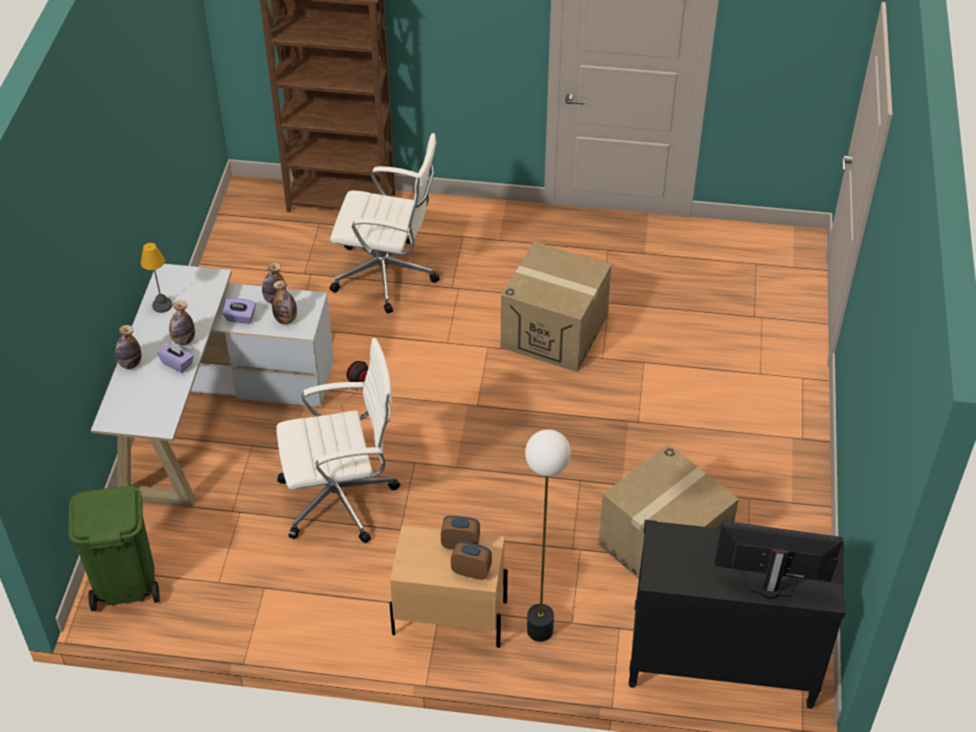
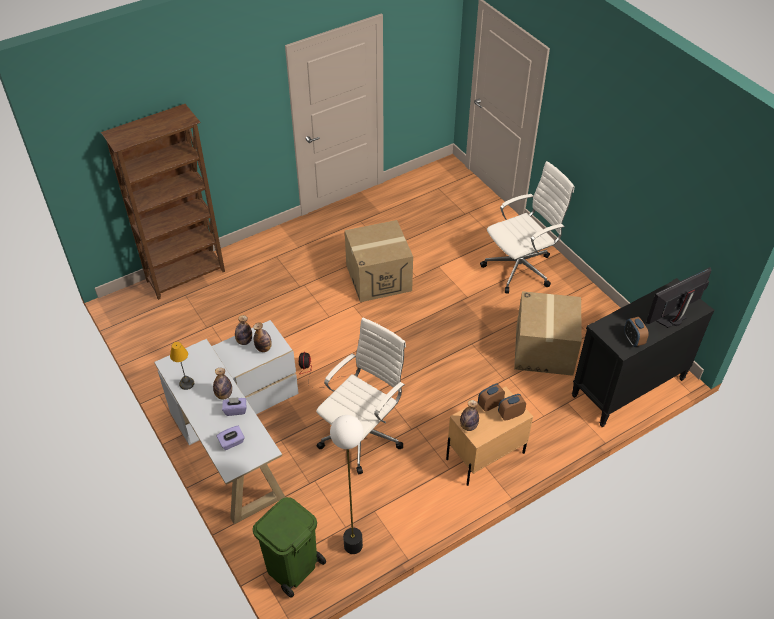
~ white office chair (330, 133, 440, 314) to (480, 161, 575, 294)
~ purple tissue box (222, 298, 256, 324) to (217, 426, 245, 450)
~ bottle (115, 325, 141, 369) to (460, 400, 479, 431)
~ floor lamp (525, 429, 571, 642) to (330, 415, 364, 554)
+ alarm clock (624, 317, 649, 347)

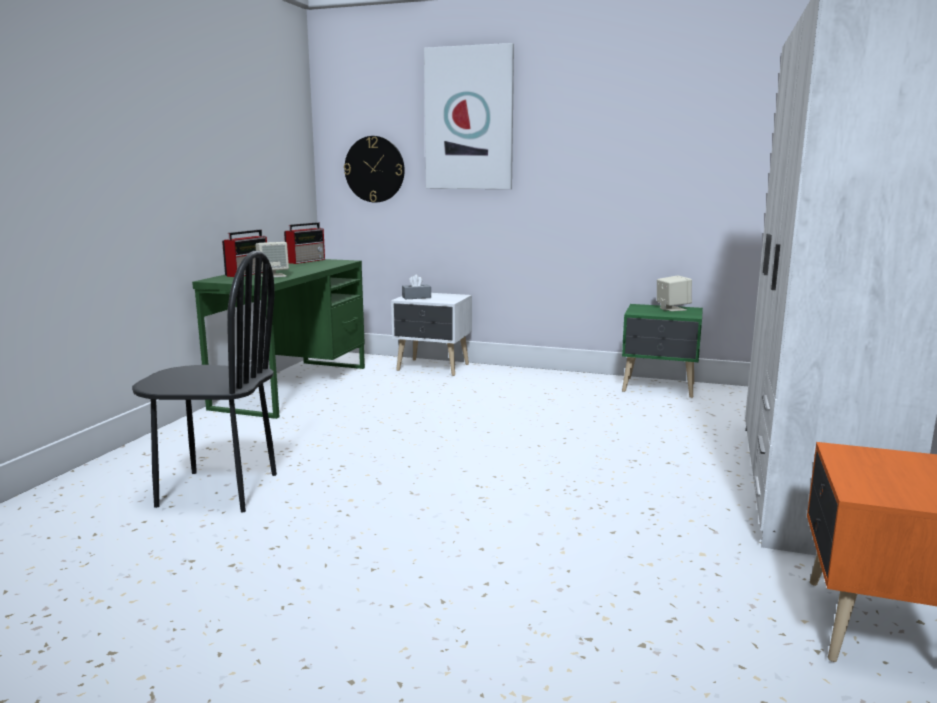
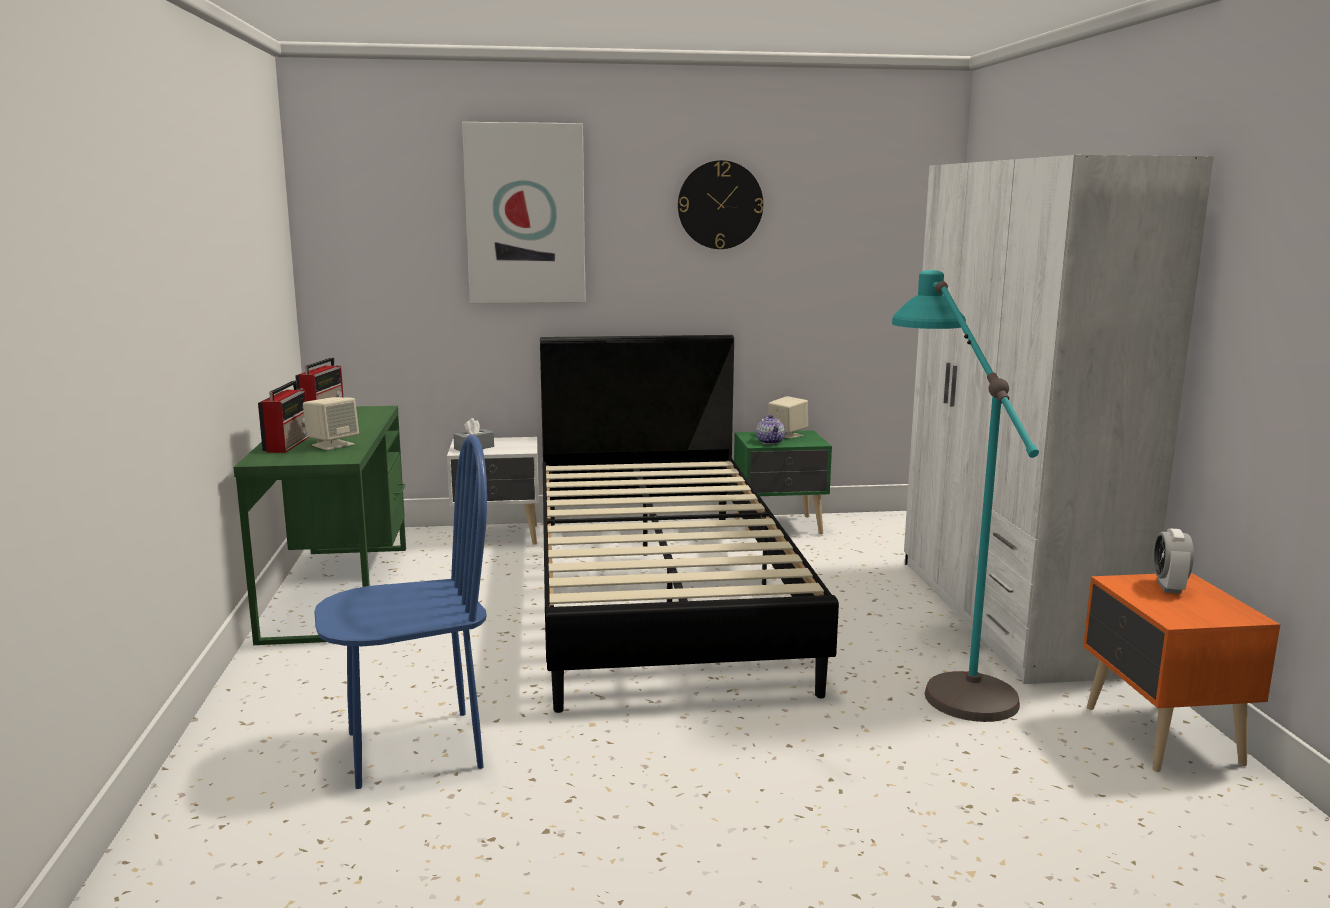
~ wall clock (344, 136, 405, 203) to (678, 160, 763, 249)
~ black chair (132, 251, 277, 513) to blue chair (314, 435, 487, 789)
+ turquoise floor lamp (892, 270, 1039, 722)
+ black bed (540, 335, 839, 713)
+ teapot (756, 415, 785, 445)
+ alarm clock (1153, 528, 1194, 594)

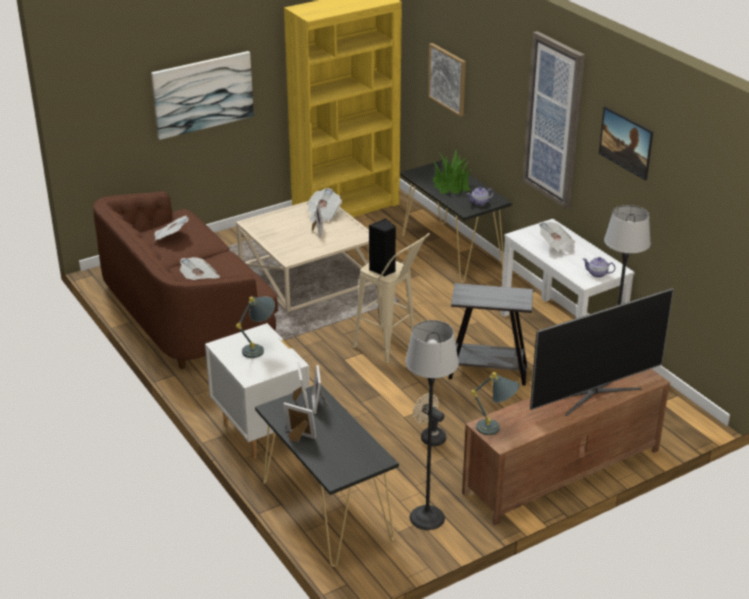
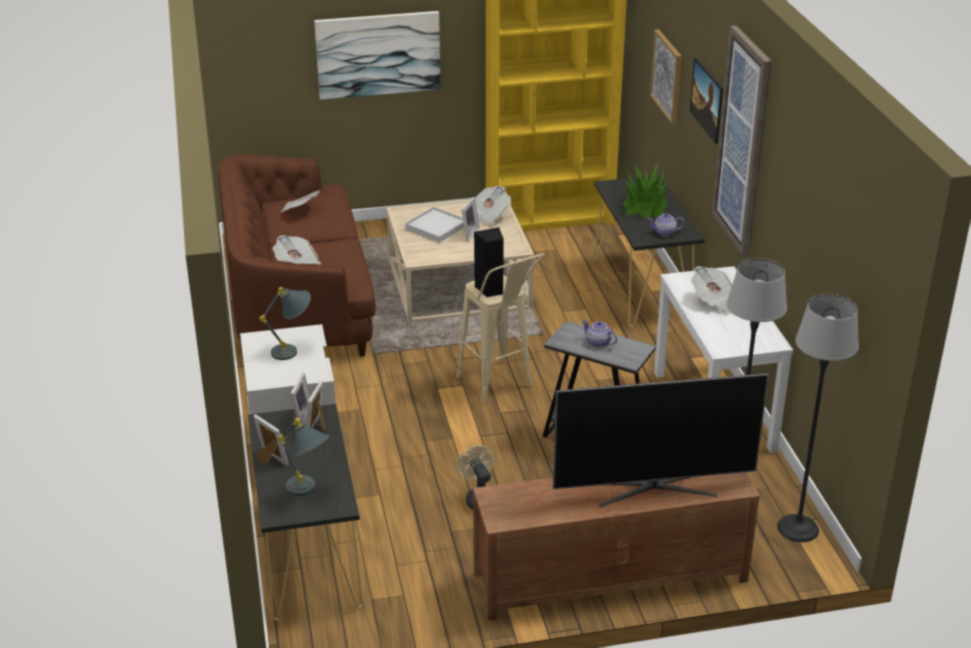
~ picture (599, 107, 653, 180) to (690, 58, 723, 144)
~ teapot (583, 257, 615, 278) to (582, 320, 617, 348)
~ floor lamp (405, 320, 459, 530) to (777, 294, 859, 542)
~ grey table lamp (471, 372, 520, 435) to (278, 418, 329, 496)
+ white tray (405, 207, 464, 243)

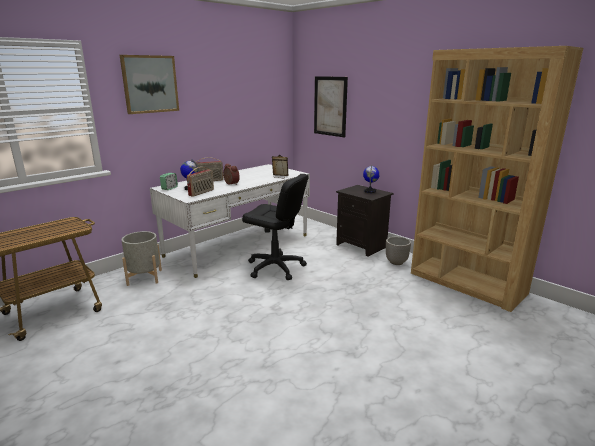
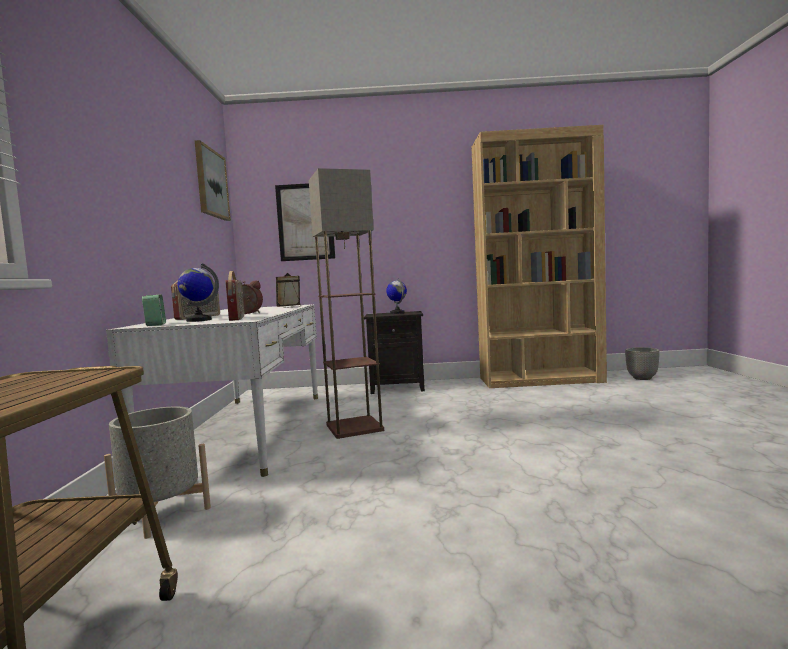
~ picture (120, 55, 179, 114) to (195, 140, 231, 221)
~ black office chair (242, 174, 309, 280) to floor lamp (309, 168, 384, 439)
~ planter (386, 237, 411, 265) to (625, 347, 660, 380)

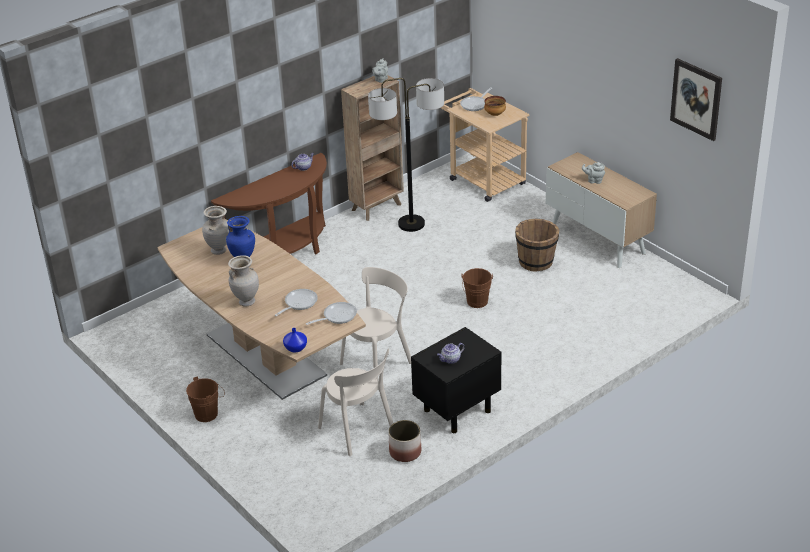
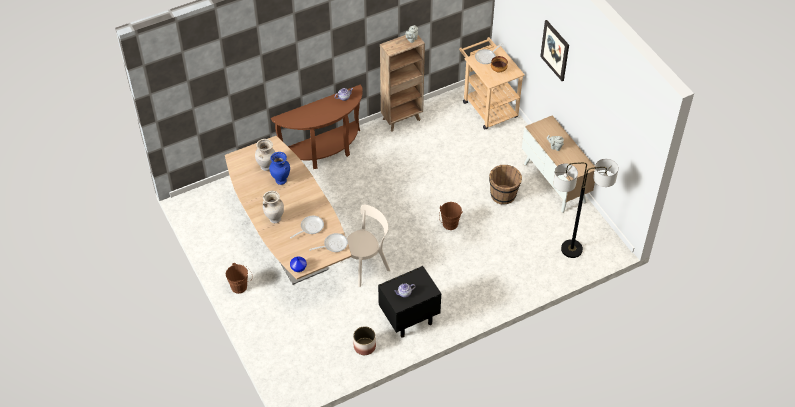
~ picture (670, 58, 722, 141) to (540, 20, 569, 81)
~ floor lamp (368, 78, 444, 232) to (553, 159, 619, 258)
- beige chair (318, 348, 393, 456)

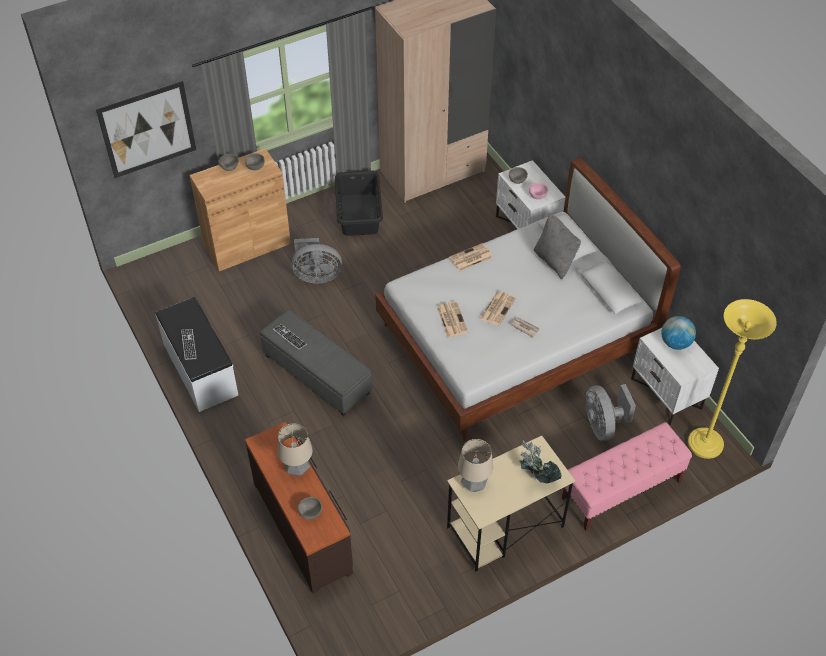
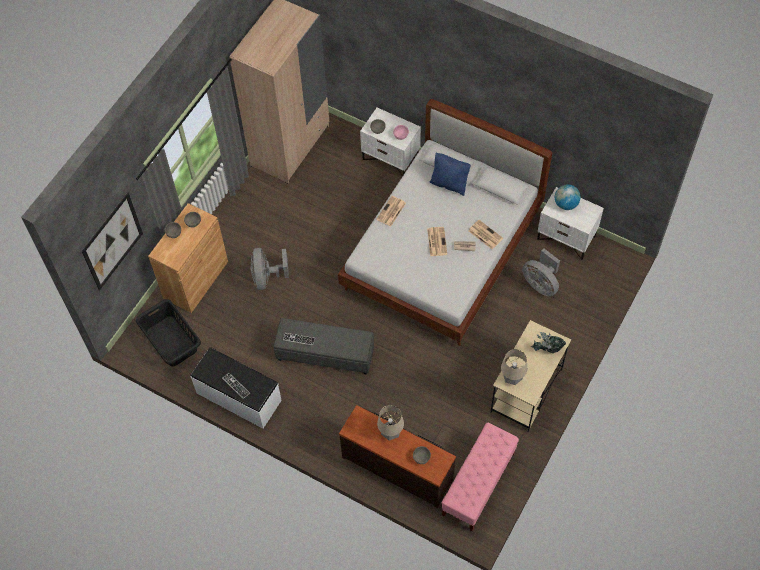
~ black laundry basket (335, 171, 383, 236) to (136, 299, 201, 367)
~ grey pillow (534, 213, 581, 279) to blue pillow (430, 153, 471, 196)
~ grey fan (292, 238, 342, 283) = (250, 248, 289, 290) 120 degrees clockwise
- yellow floor lamp (688, 299, 777, 459)
~ newspaper (437, 301, 468, 337) to (468, 220, 503, 249)
~ pink bench (562, 422, 692, 531) to (442, 423, 519, 531)

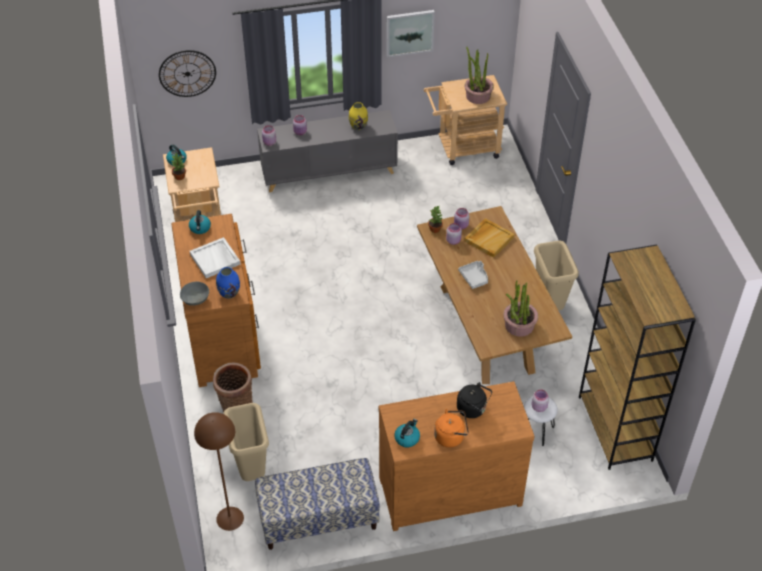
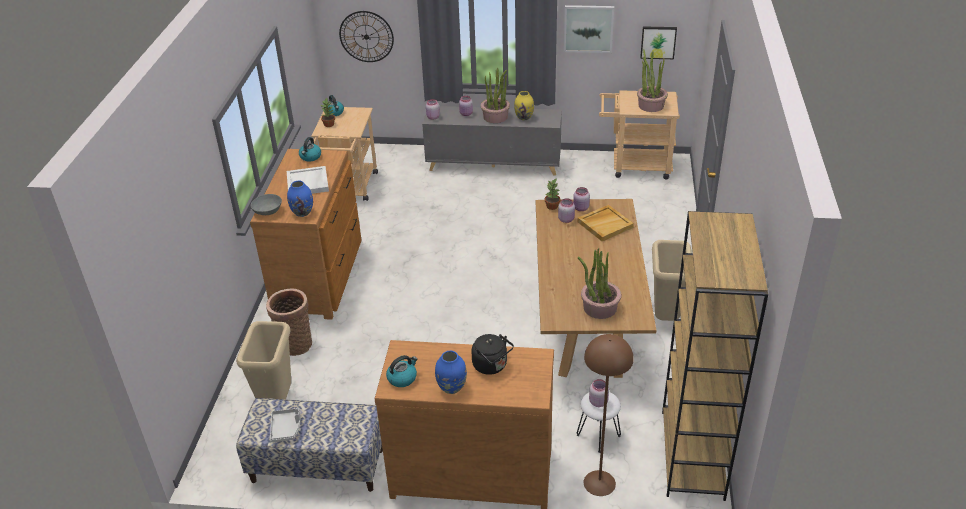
~ grey tray (458, 261, 488, 289) to (270, 408, 301, 442)
~ orange kettle (434, 409, 469, 448) to blue vase (435, 351, 467, 394)
~ brown floor lamp (194, 412, 244, 531) to (584, 334, 634, 496)
+ picture (640, 26, 677, 59)
+ potted plant (481, 68, 510, 123)

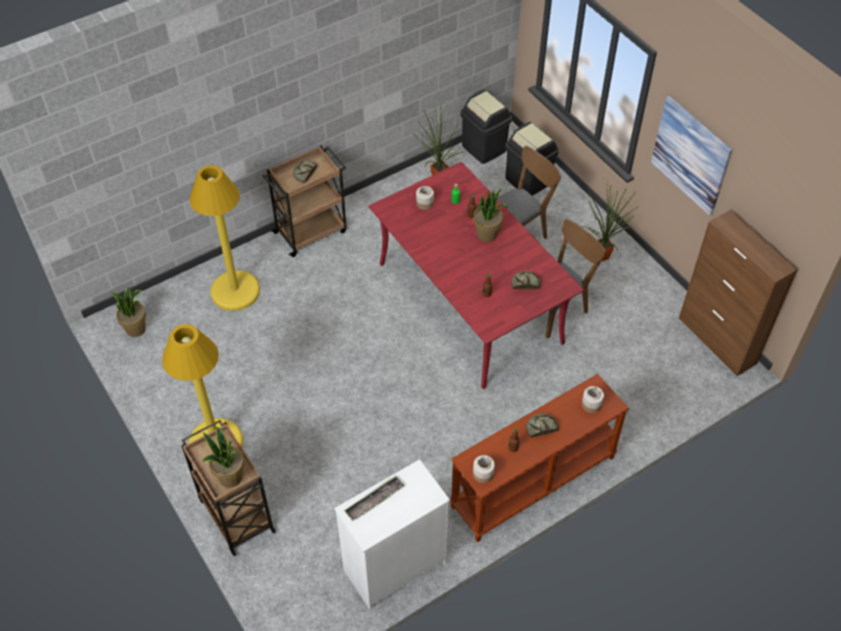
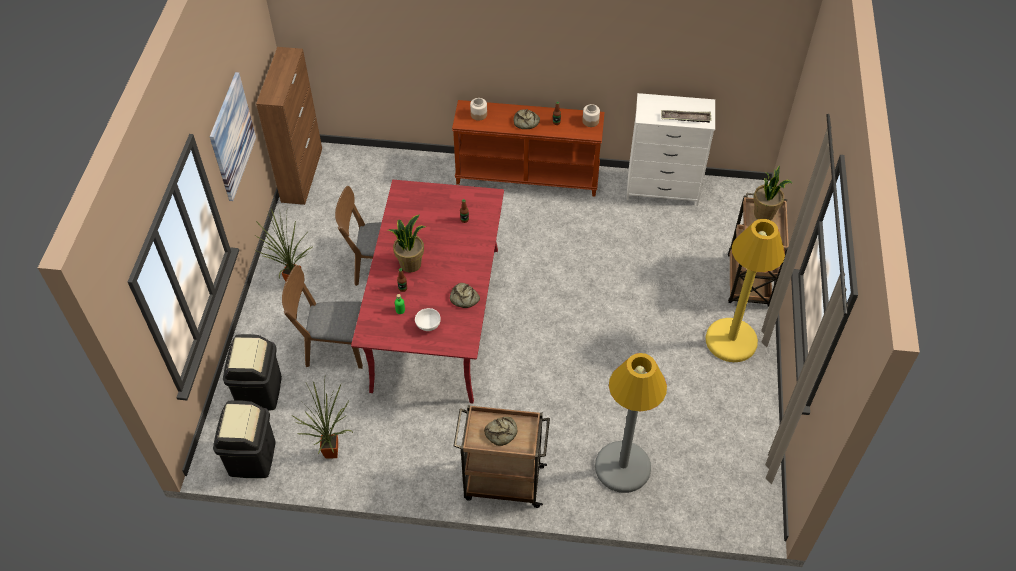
~ yellow floor lamp (189, 165, 260, 311) to grey floor lamp (595, 353, 667, 493)
~ jar (416, 186, 434, 210) to white bowl (415, 308, 441, 331)
~ bread (511, 271, 541, 290) to (450, 283, 480, 308)
- potted plant (110, 287, 146, 337)

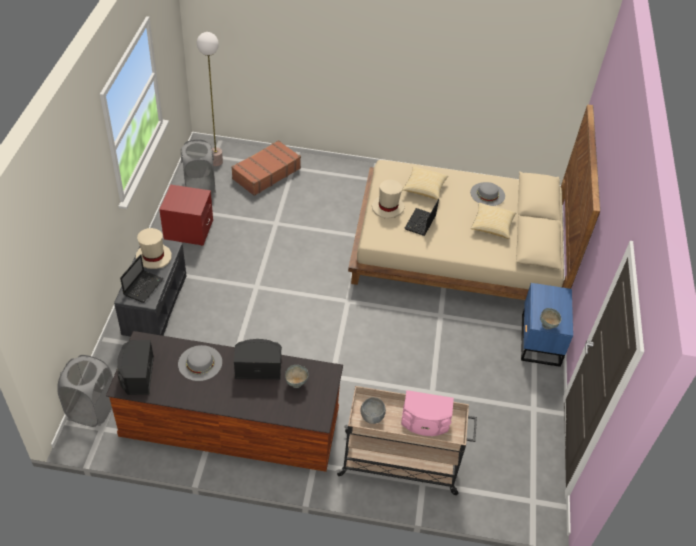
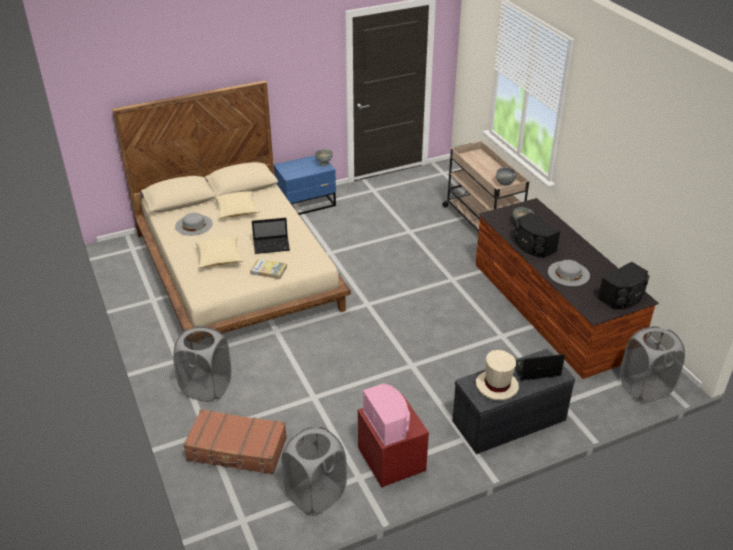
- floor lamp (197, 32, 223, 166)
~ beige hat (372, 180, 405, 219) to book (250, 259, 287, 279)
~ pink speaker (401, 390, 454, 436) to (363, 383, 410, 446)
+ grey laundry basket (173, 326, 231, 402)

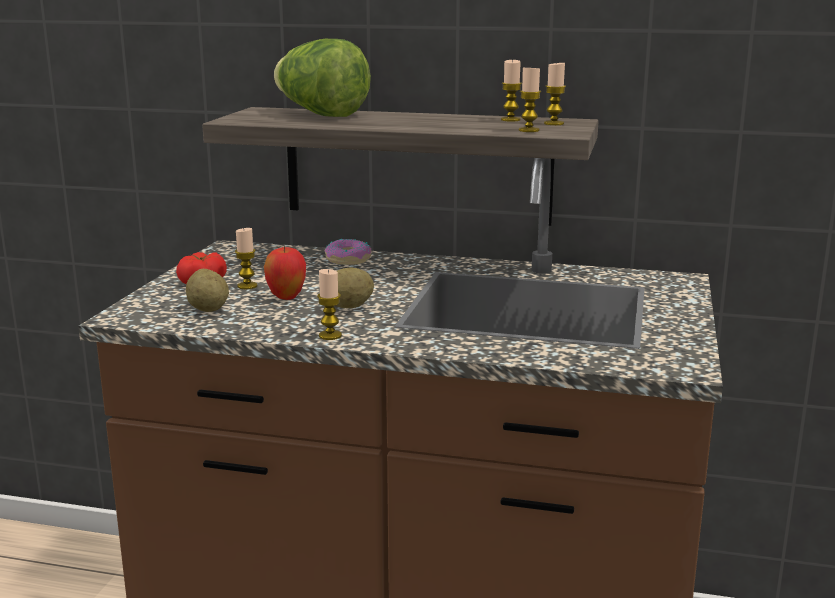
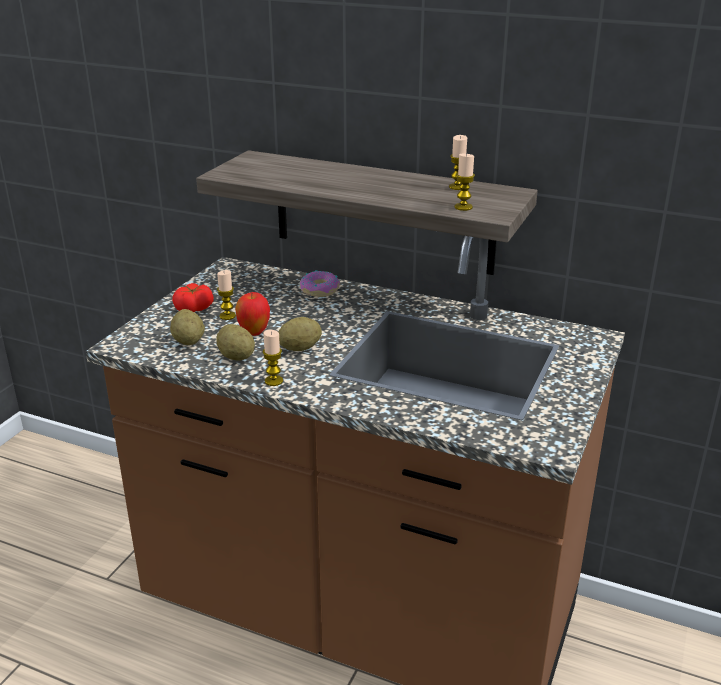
- lettuce (274, 39, 371, 117)
- candle (544, 62, 566, 125)
+ potato (216, 324, 255, 361)

